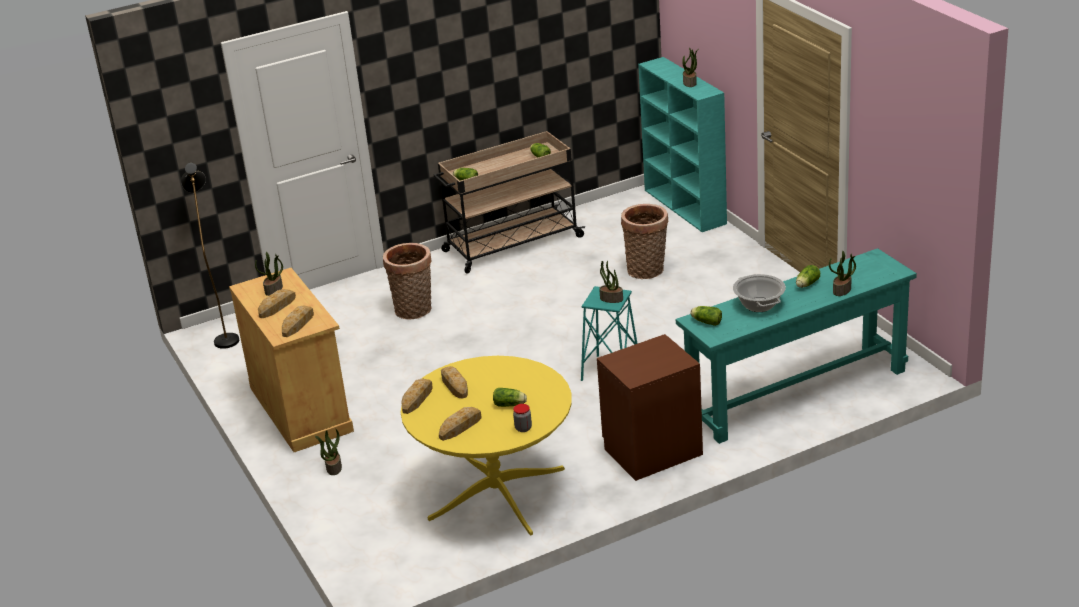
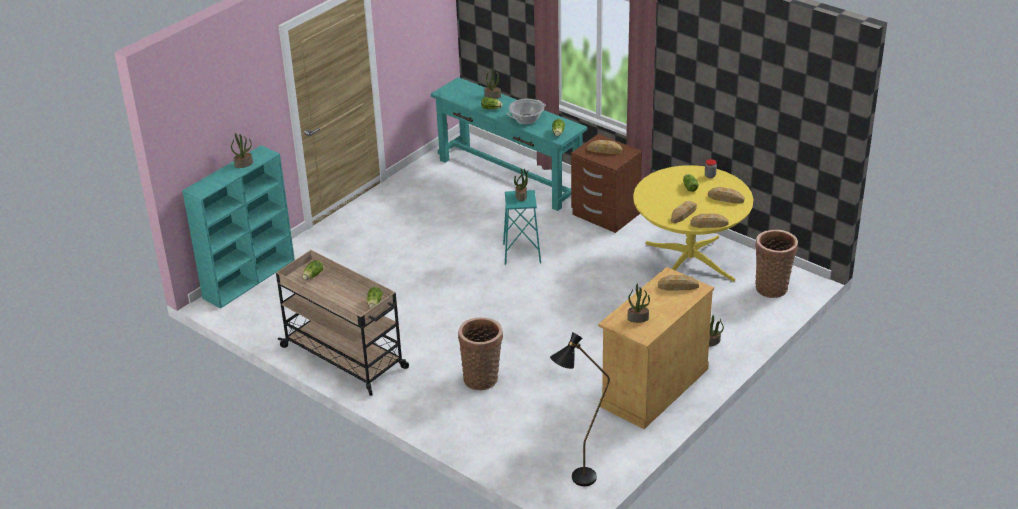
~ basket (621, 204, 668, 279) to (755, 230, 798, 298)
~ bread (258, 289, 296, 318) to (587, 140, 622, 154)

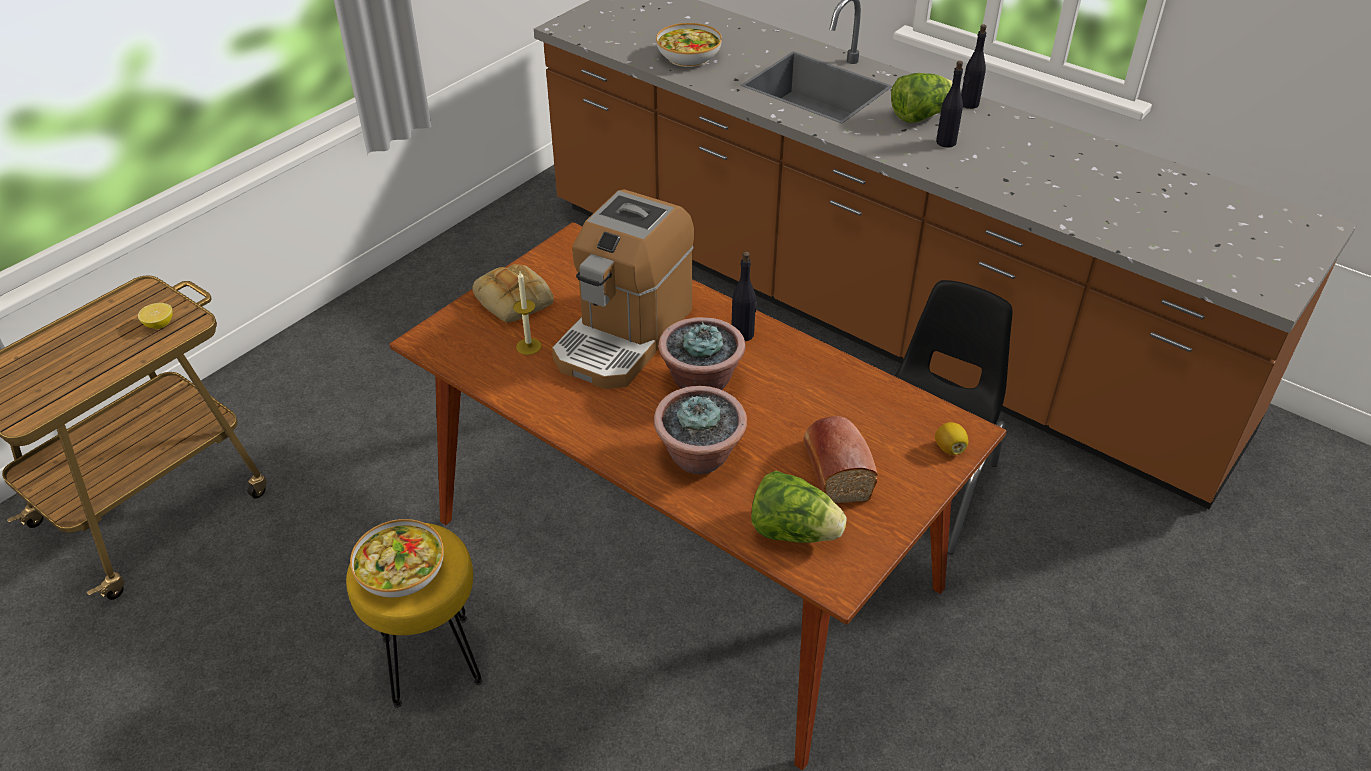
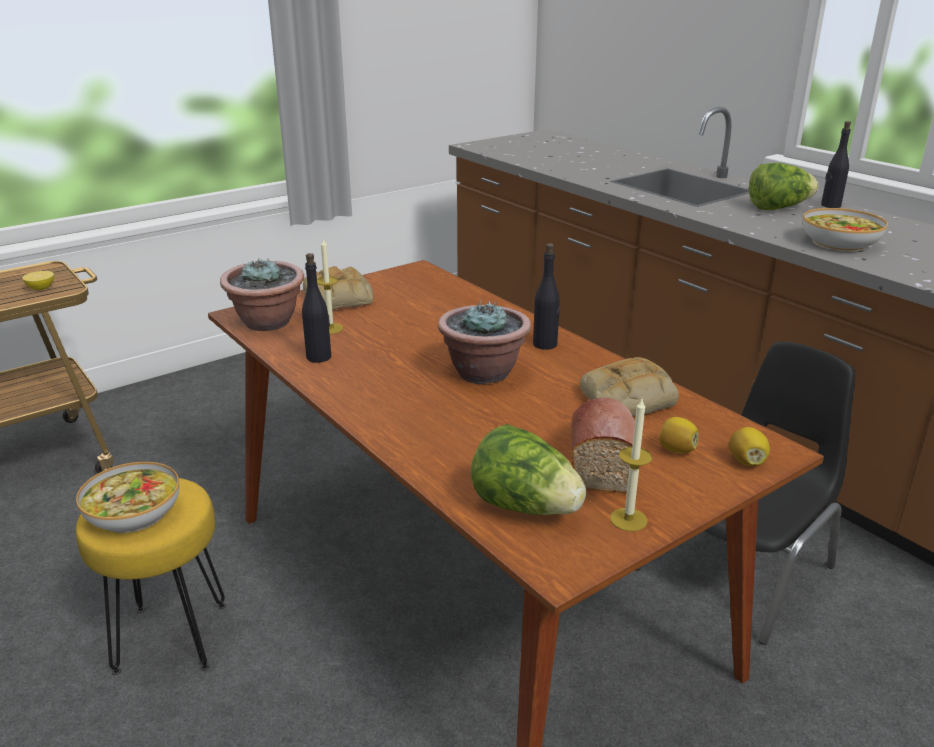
~ bowl (656, 23, 722, 67) to (803, 208, 888, 252)
~ black bottle (936, 61, 963, 148) to (302, 253, 331, 363)
- coffee machine (552, 189, 694, 389)
~ potted plant (654, 386, 747, 474) to (220, 259, 304, 331)
+ bread (580, 357, 679, 416)
+ candle (610, 399, 653, 531)
+ lemon (659, 417, 699, 453)

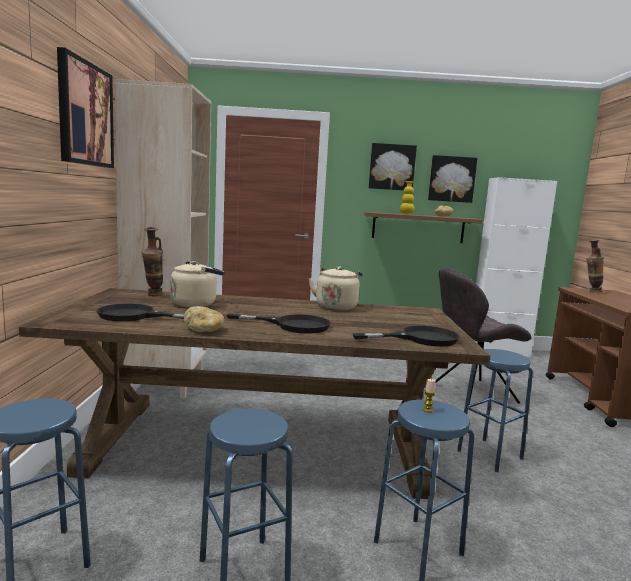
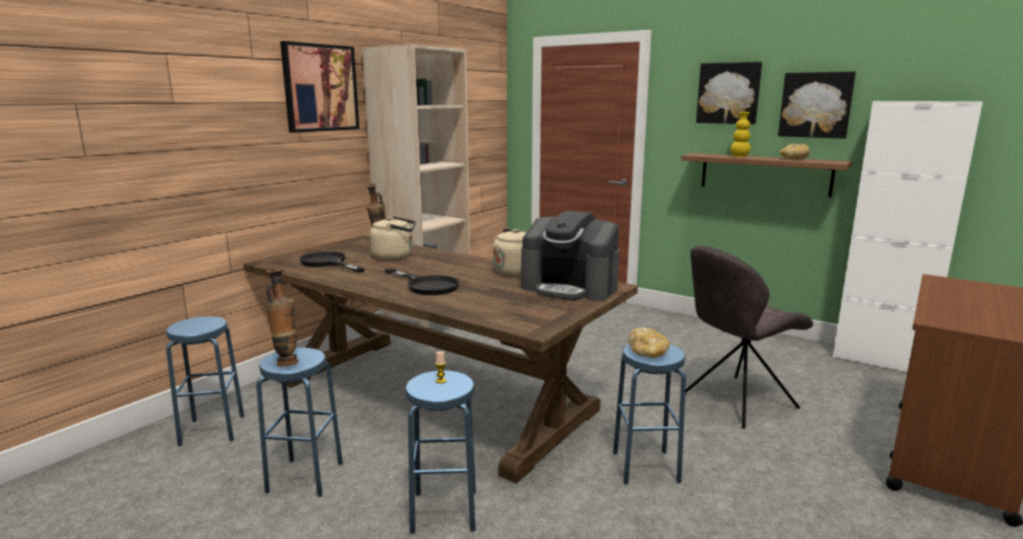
~ vase (586, 240, 604, 293) to (265, 269, 298, 367)
~ grey chair (436, 268, 532, 405) = (685, 245, 813, 429) 45 degrees counterclockwise
~ bread (184, 306, 224, 332) to (628, 328, 670, 358)
- black frying pan (352, 325, 459, 346)
+ coffee machine (521, 211, 619, 301)

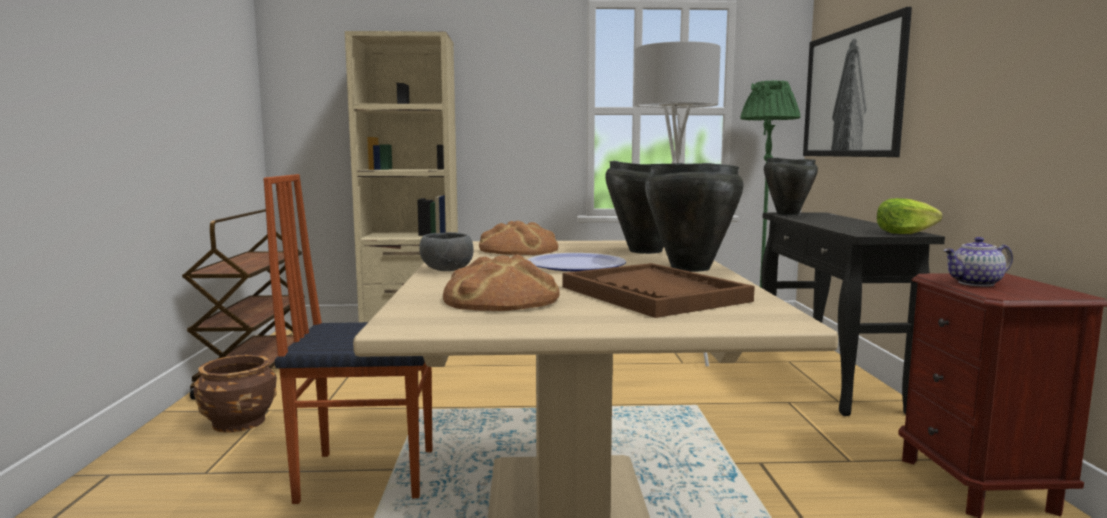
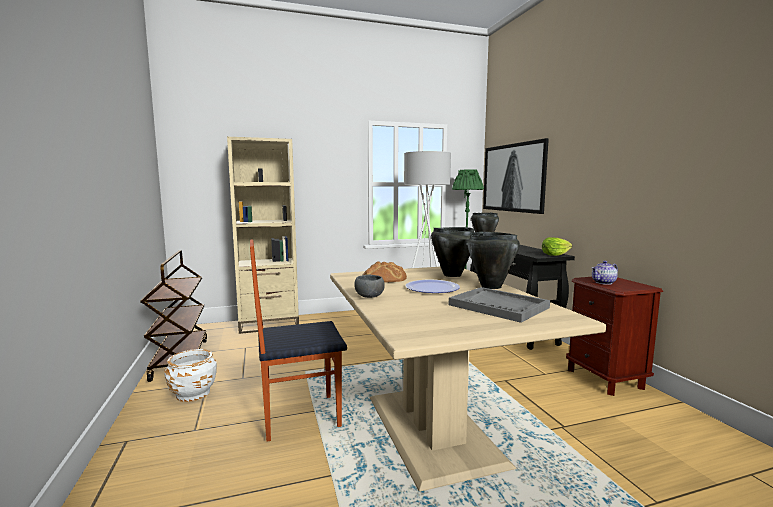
- bread (443, 254, 560, 311)
~ brown tray (562, 263, 755, 318) to grey tray (449, 287, 550, 323)
~ brown planter (193, 355, 277, 433) to white planter (164, 349, 217, 402)

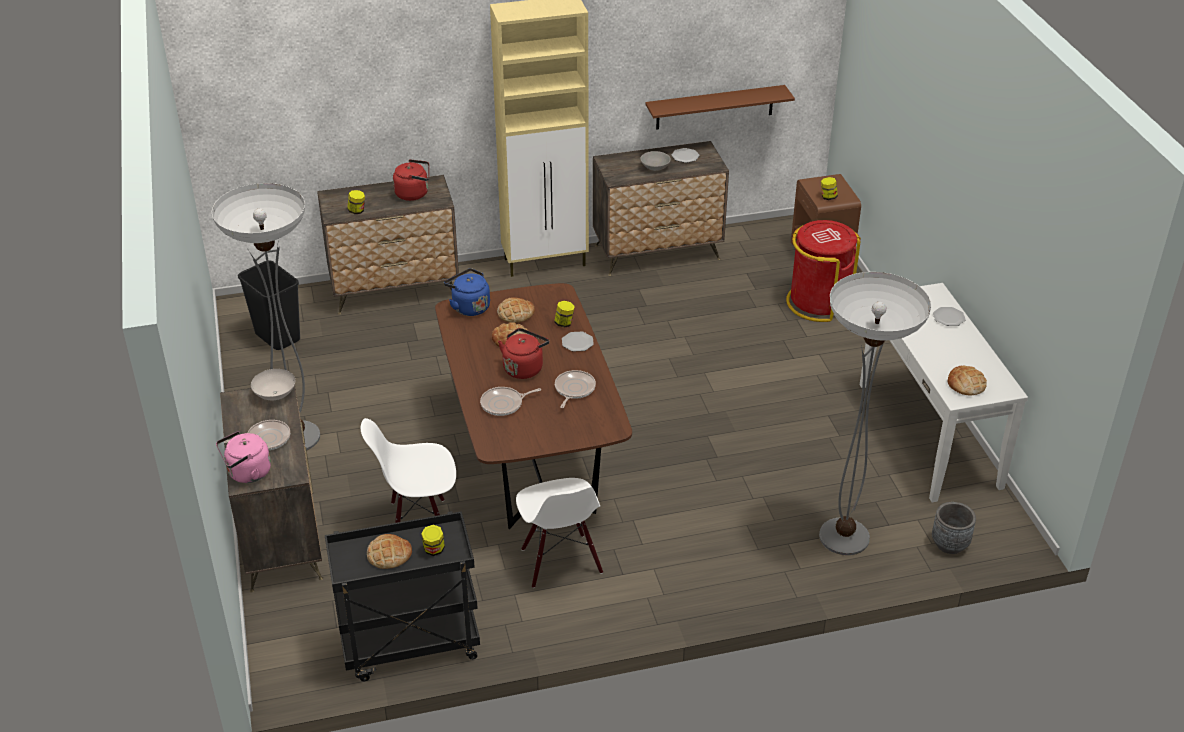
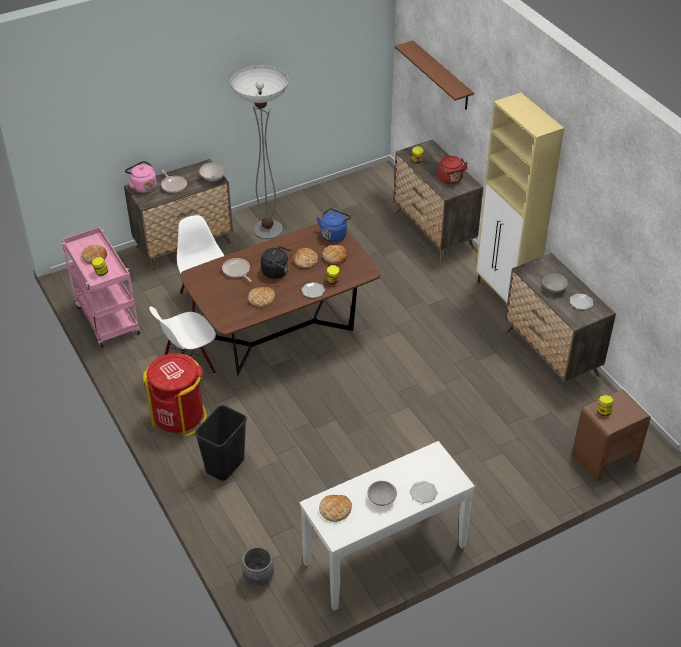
~ brown shelf (645, 85, 795, 130) to (395, 41, 474, 110)
~ red trash can (786, 220, 861, 322) to (142, 353, 207, 437)
~ black trash can (238, 260, 300, 350) to (195, 405, 247, 481)
- floor lamp (819, 272, 931, 555)
~ red kettle (498, 328, 549, 379) to black kettle (261, 246, 292, 279)
~ frying pan (555, 370, 596, 408) to bread (248, 287, 275, 307)
~ black cart (325, 511, 480, 681) to pink cart (62, 227, 140, 348)
+ grey bowl (367, 481, 397, 506)

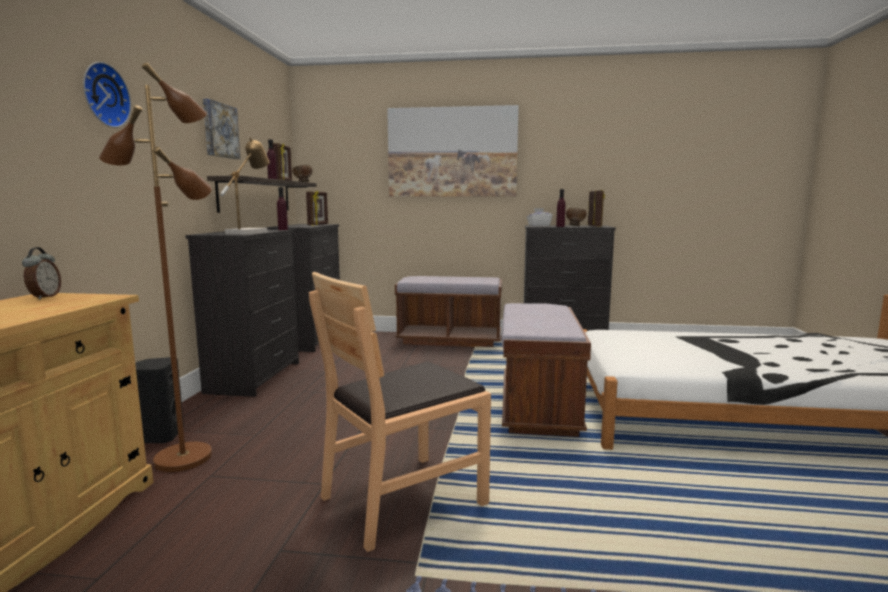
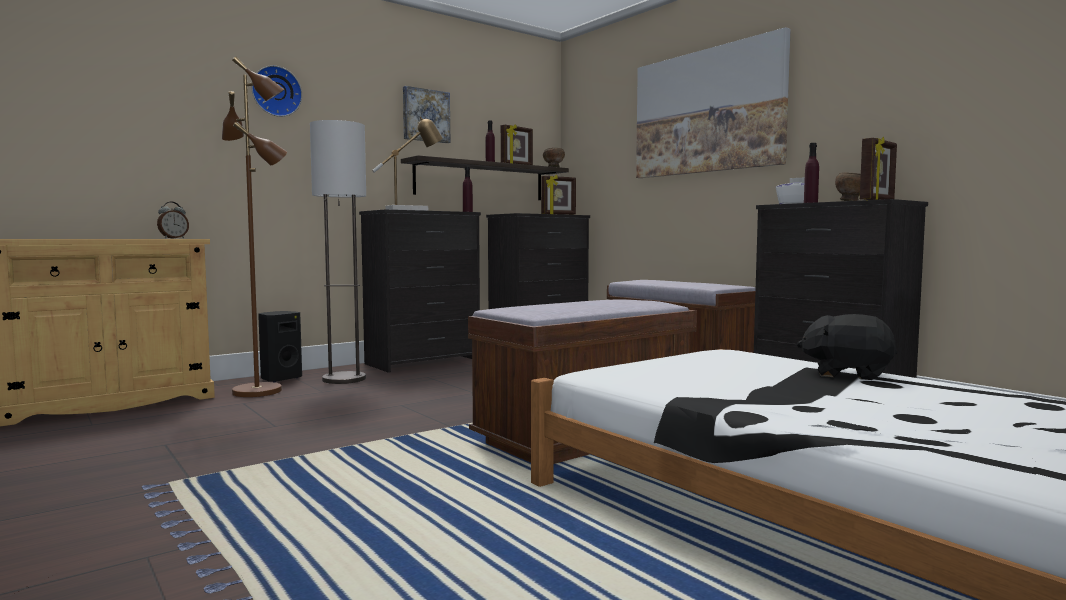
- brown chair (309, 272, 491, 552)
+ floor lamp (310, 120, 366, 384)
+ black plush toy (797, 314, 897, 380)

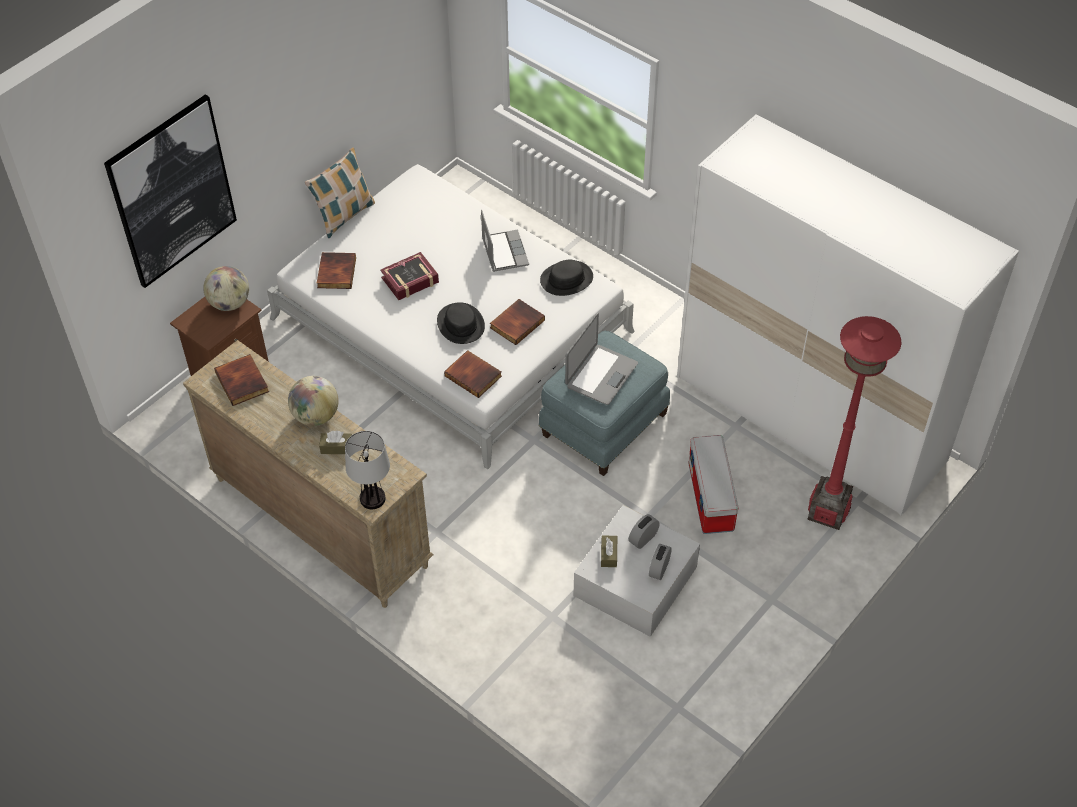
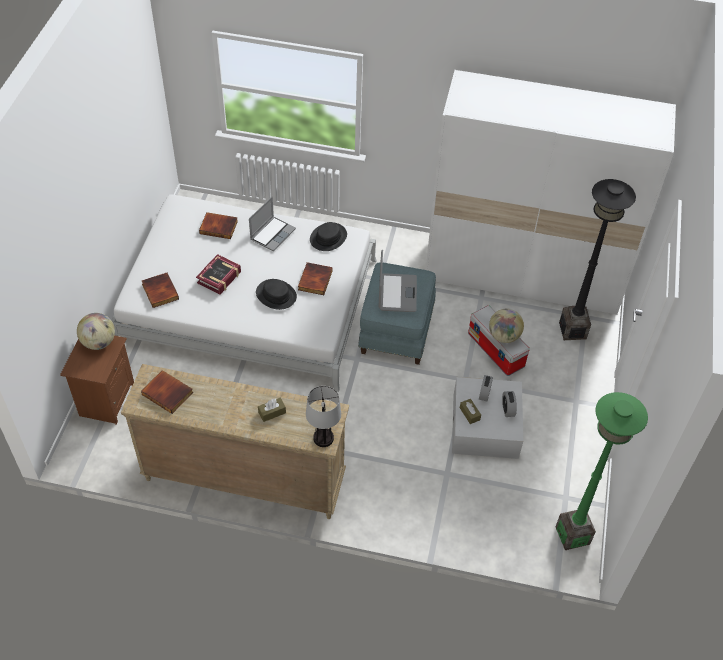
- picture (104, 95, 237, 288)
- pillow (305, 148, 375, 238)
~ laptop (481, 210, 529, 272) = (249, 197, 296, 251) 75 degrees clockwise
~ red floor lamp (808, 316, 901, 530) to black floor lamp (559, 179, 636, 340)
~ book (444, 350, 502, 398) to (199, 212, 238, 239)
~ globe (288, 376, 339, 426) to (489, 309, 524, 343)
+ green floor lamp (555, 392, 648, 550)

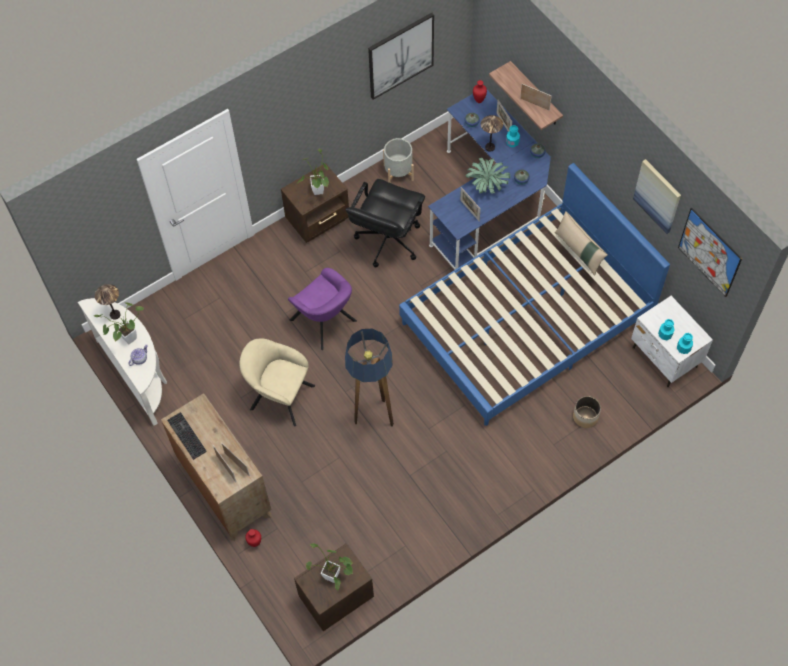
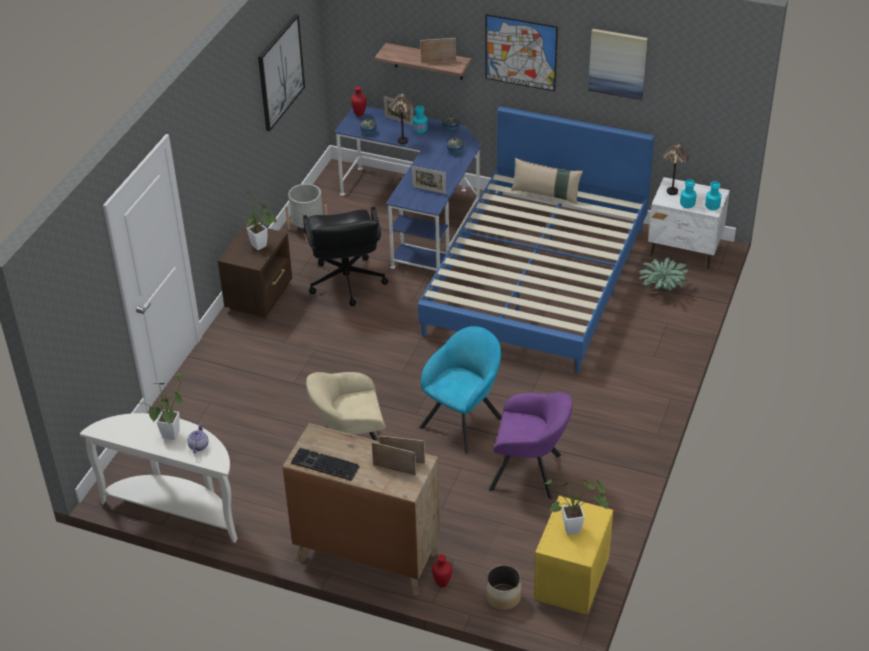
~ potted plant (466, 158, 510, 194) to (639, 257, 689, 291)
~ picture (678, 208, 742, 297) to (485, 14, 558, 92)
~ purple armchair (288, 268, 357, 350) to (489, 392, 573, 499)
~ table lamp (95, 284, 120, 320) to (663, 144, 689, 195)
~ floor lamp (345, 329, 394, 426) to turquoise armchair (419, 326, 502, 453)
~ planter (573, 396, 601, 428) to (486, 565, 521, 610)
~ brown nightstand (294, 543, 374, 631) to yellow nightstand (534, 496, 613, 614)

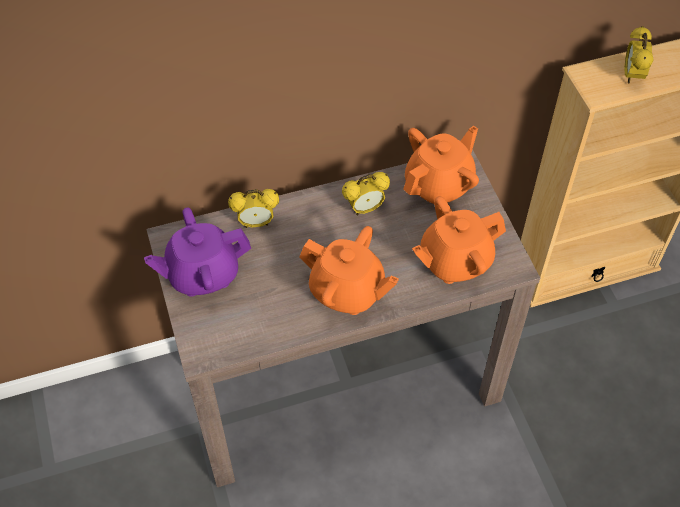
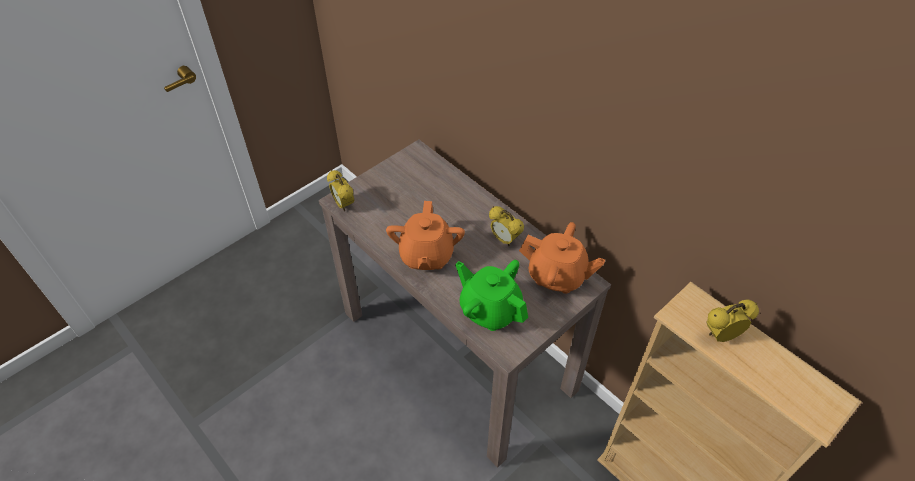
~ alarm clock (228, 189, 279, 228) to (327, 170, 354, 211)
~ orange teapot (412, 196, 506, 284) to green teapot (455, 260, 528, 331)
- purple teapot (144, 208, 251, 297)

